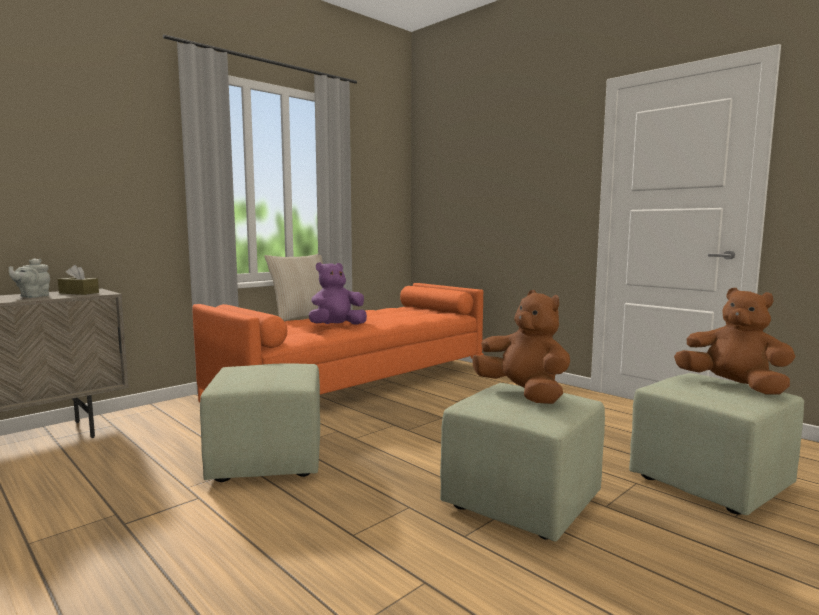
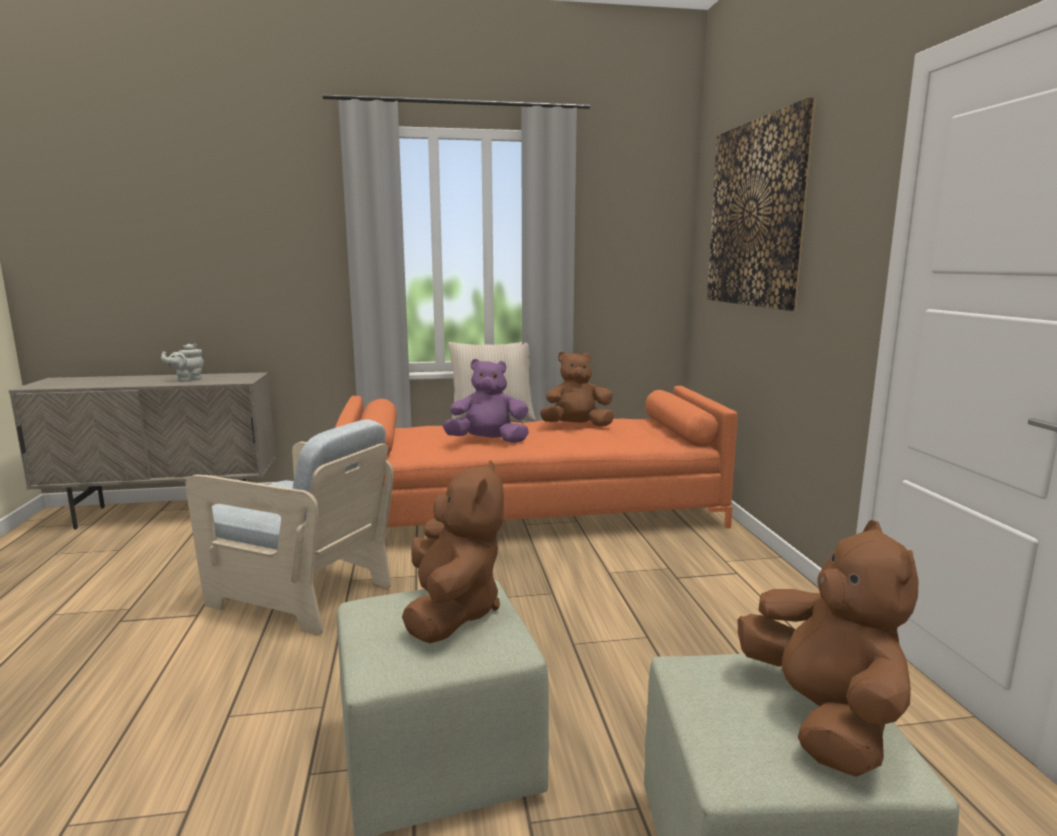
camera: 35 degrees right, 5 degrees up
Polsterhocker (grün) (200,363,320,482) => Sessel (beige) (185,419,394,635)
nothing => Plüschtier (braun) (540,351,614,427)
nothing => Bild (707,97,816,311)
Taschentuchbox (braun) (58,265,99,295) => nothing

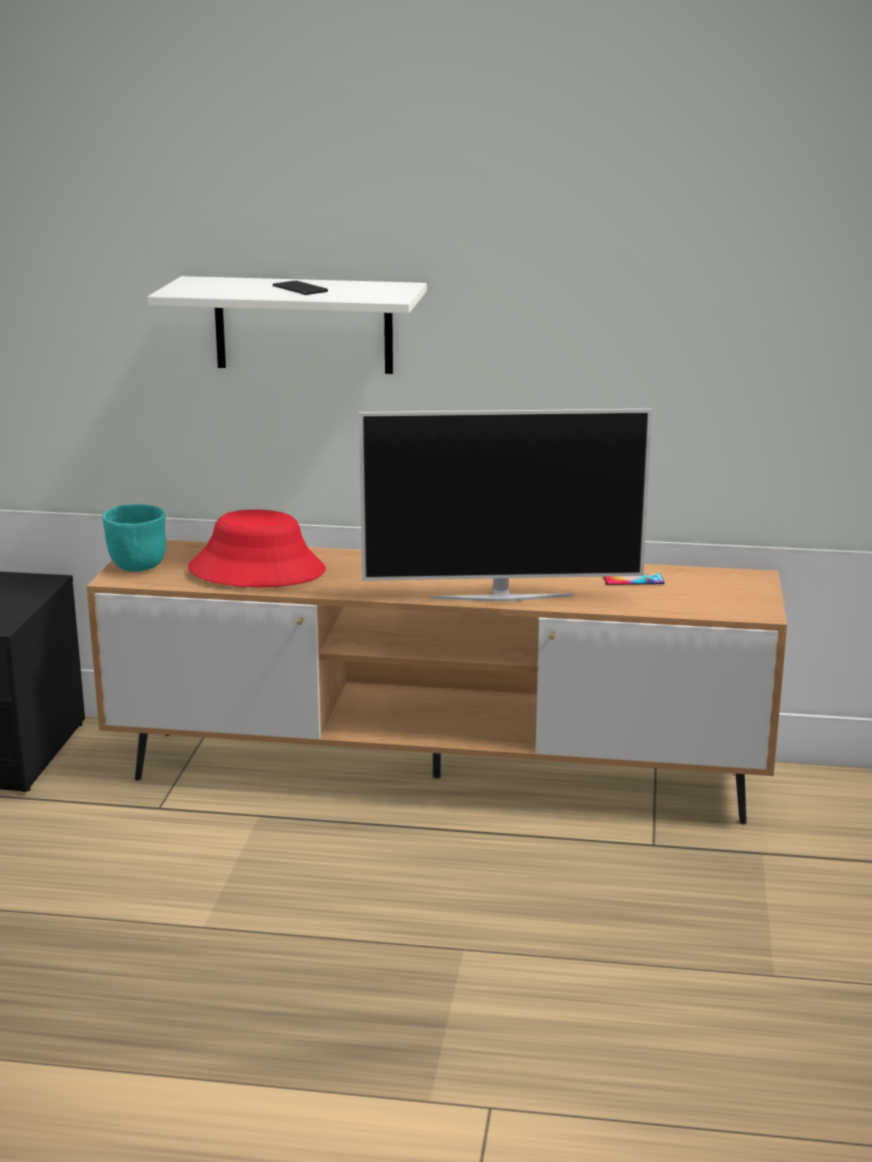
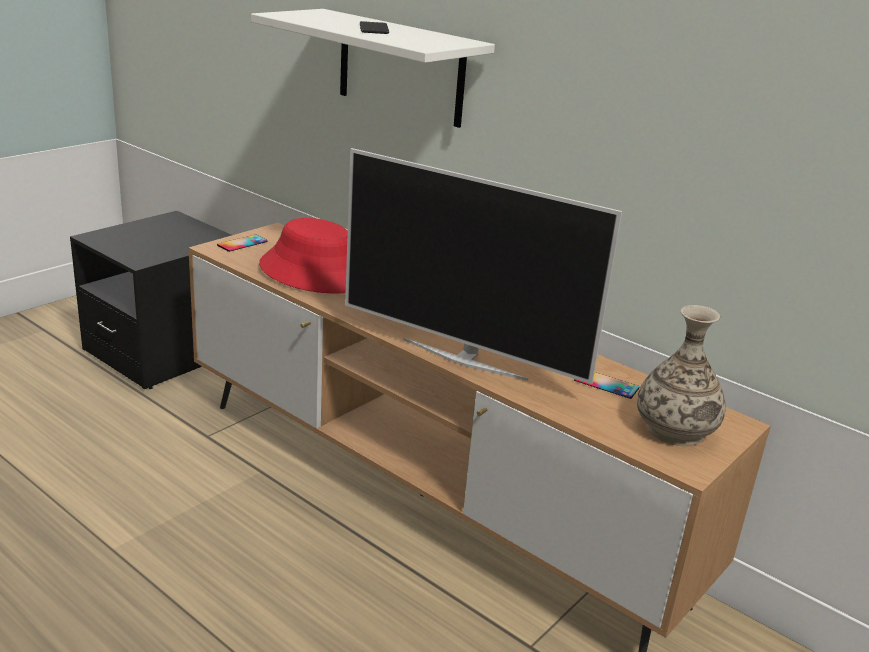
camera: 30 degrees right, 5 degrees up
Schüssel (türkis) (102,504,166,572) => Handy (217,235,267,252)
nothing => Vase (637,305,726,446)

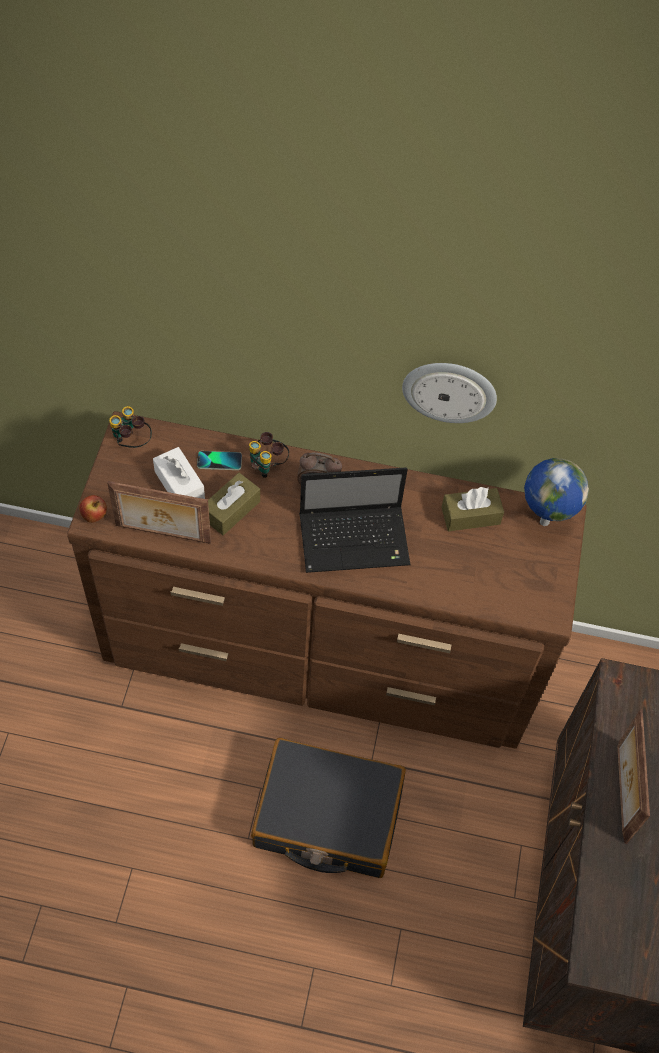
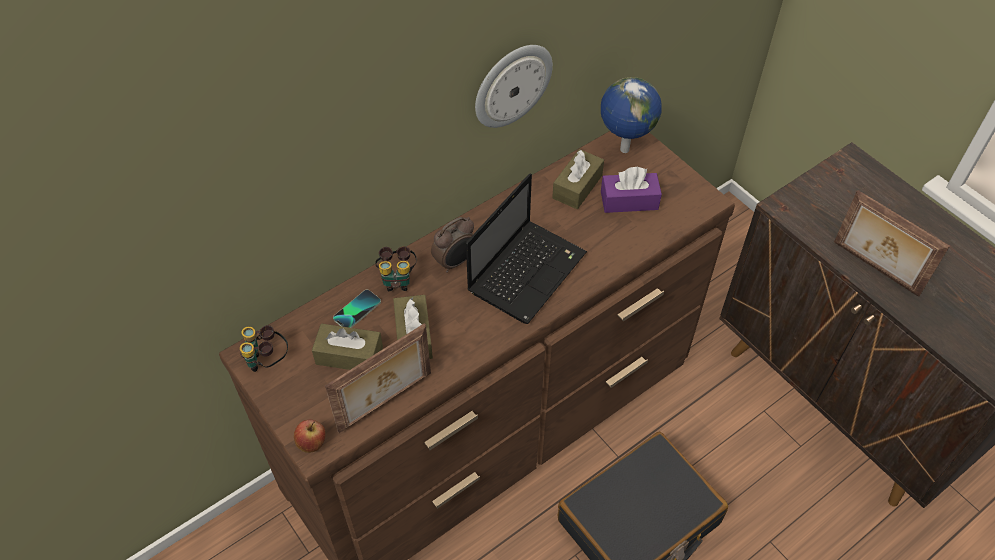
camera: 45 degrees left, 5 degrees down
Taschentuchbox (weiß) (153,447,205,499) => Taschentuchbox (braun) (312,323,383,370)
nothing => Taschentuchbox (lila) (601,167,662,213)

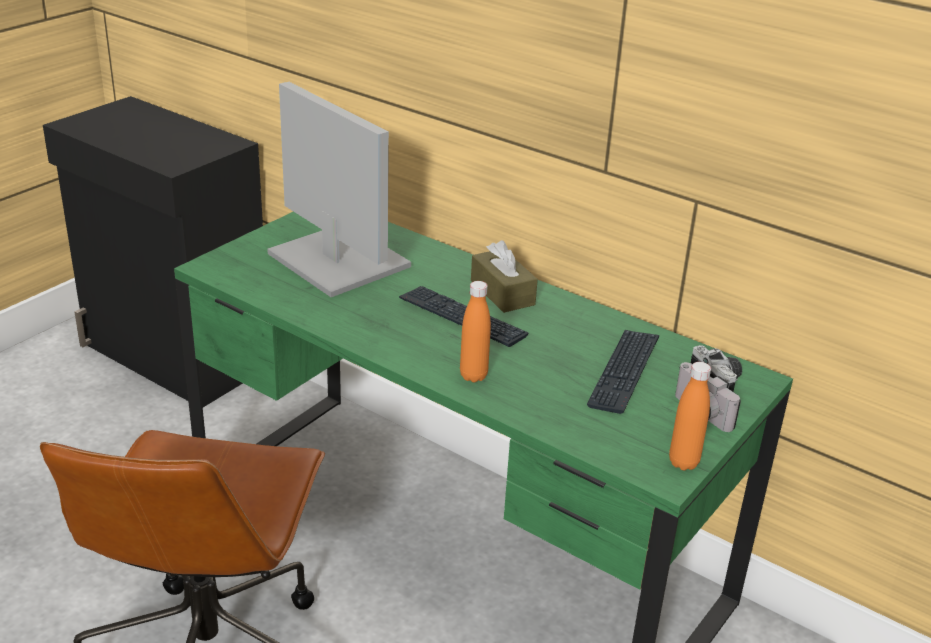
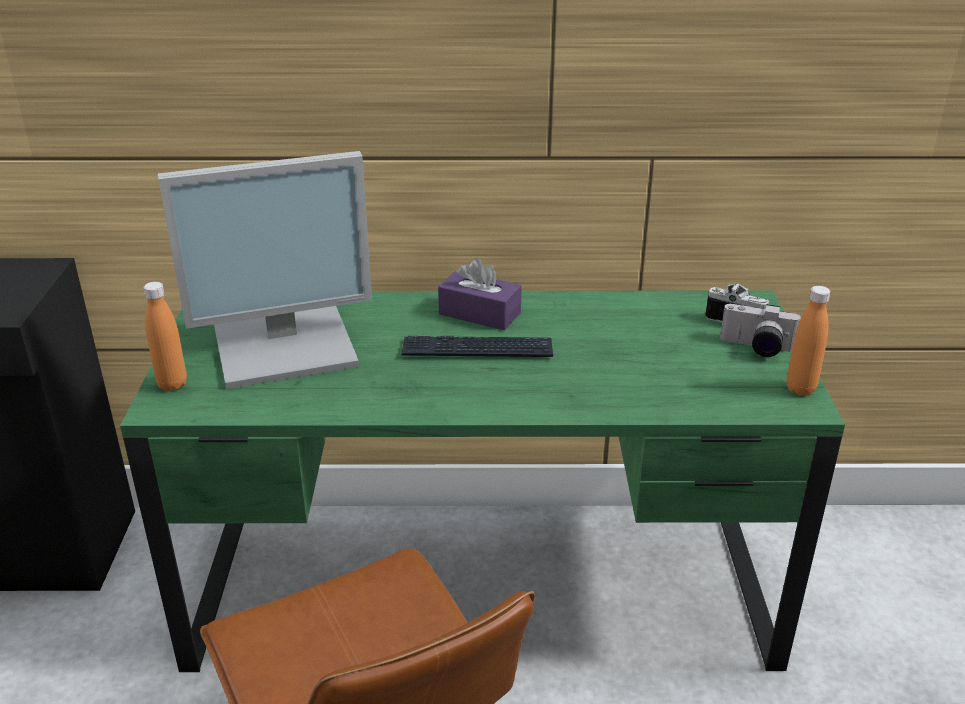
camera: 35 degrees left, 0 degrees up
Flasche (orange) (460,281,491,382) => Flasche (orange) (143,282,187,391), relocated
Monitor (267,82,411,297) => Monitor (158,151,372,389), 150 degrees clockwise
Taschentuchbox (braun) (471,240,538,313) => Taschentuchbox (lila) (438,258,522,330)
Tastatur (587,330,659,414) => nothing

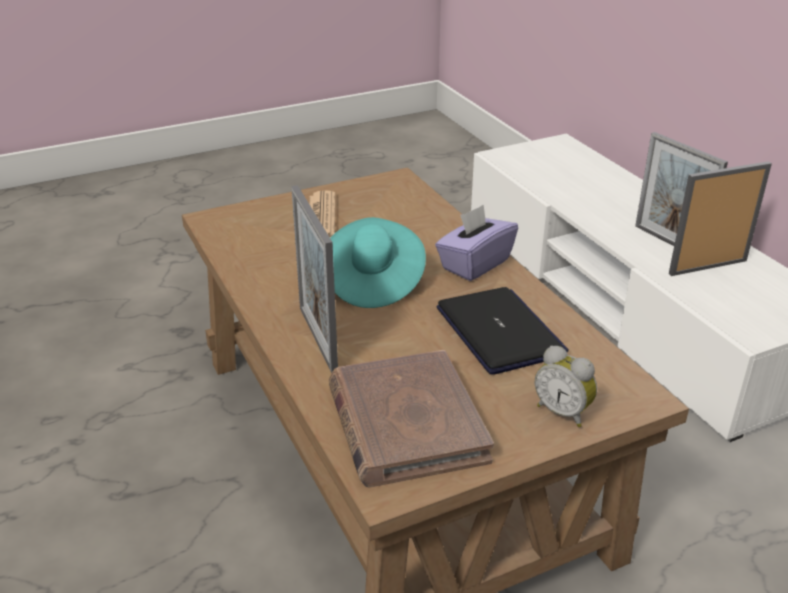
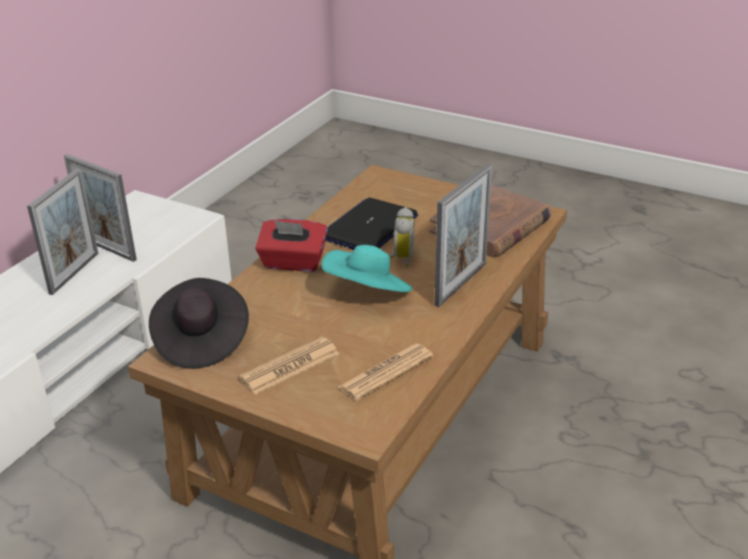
camera: 125 degrees left, 0 degrees up
nothing => Hut (schwarz) (149,278,249,369)
Taschentuchbox (lila) (435,204,518,281) => Taschentuchbox (rot) (255,219,328,272)
nothing => Zeitung (338,344,433,401)
Wecker (535,346,597,427) => Wecker (390,207,415,267), relocated

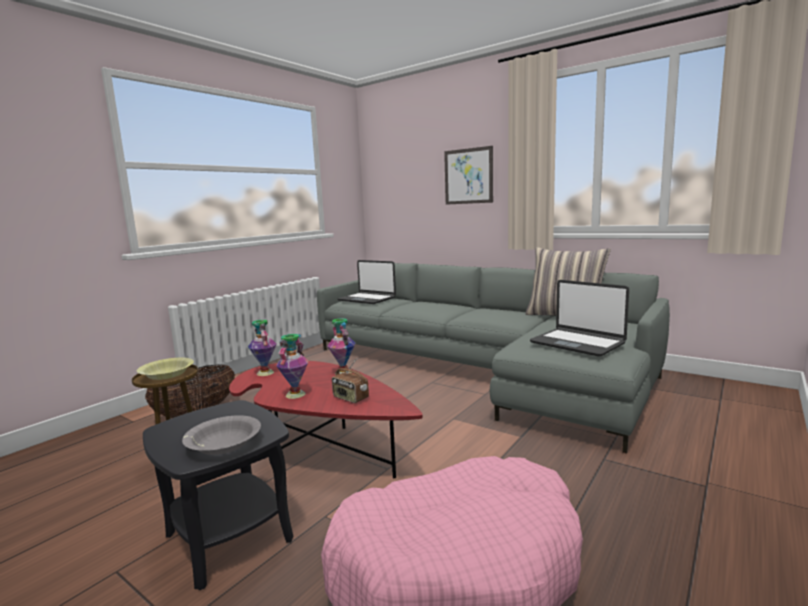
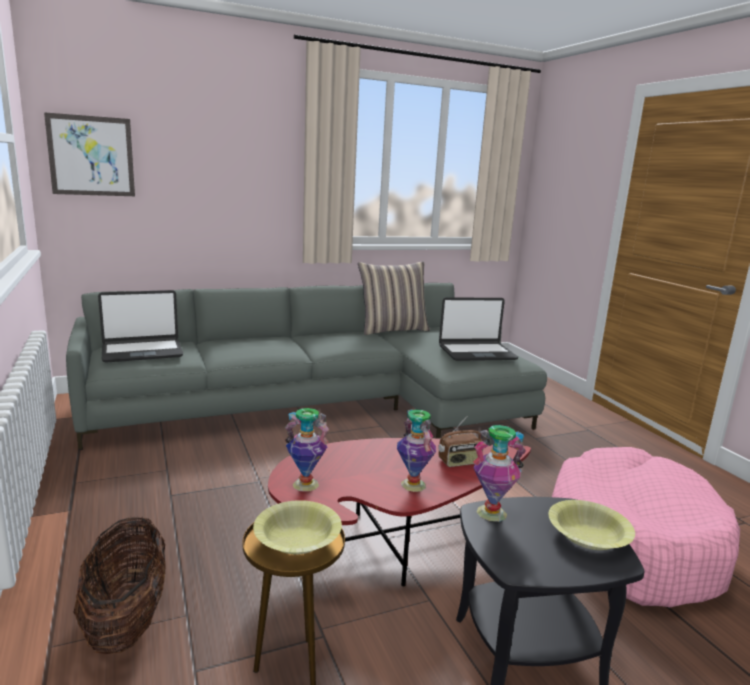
camera: 60 degrees left, 5 degrees up
Bild (444,146,493,205) => Bild (44,112,135,196), relocated
Vase (327,318,356,375) => Vase (473,425,526,522), relocated
Schüssel (grau) (182,415,261,455) => Schüssel (gelb) (548,500,635,550)

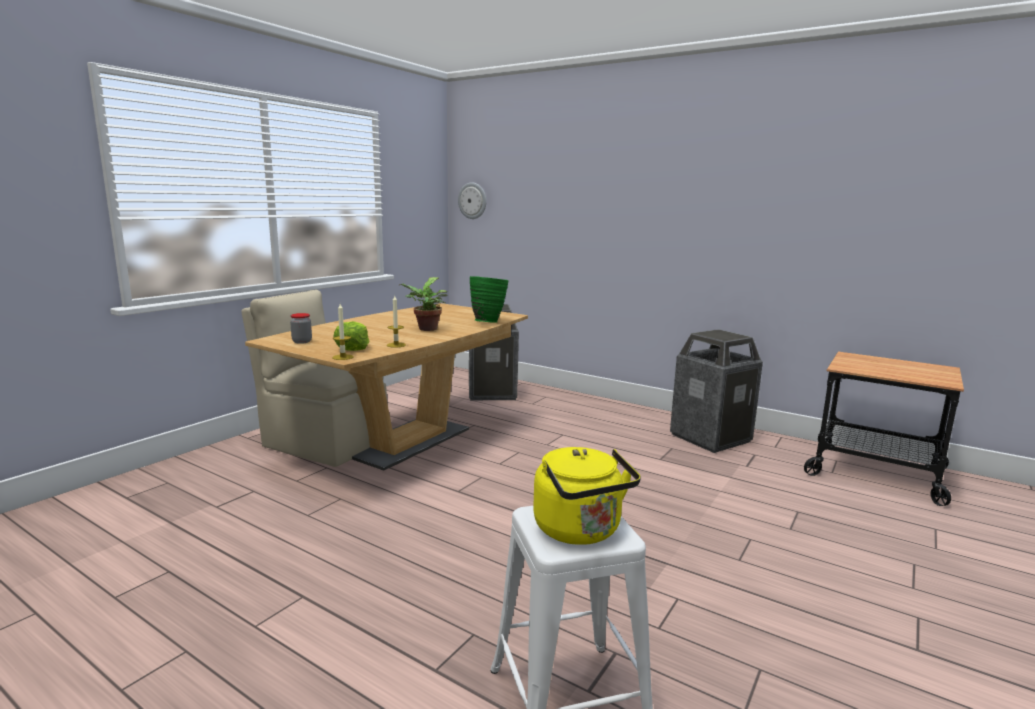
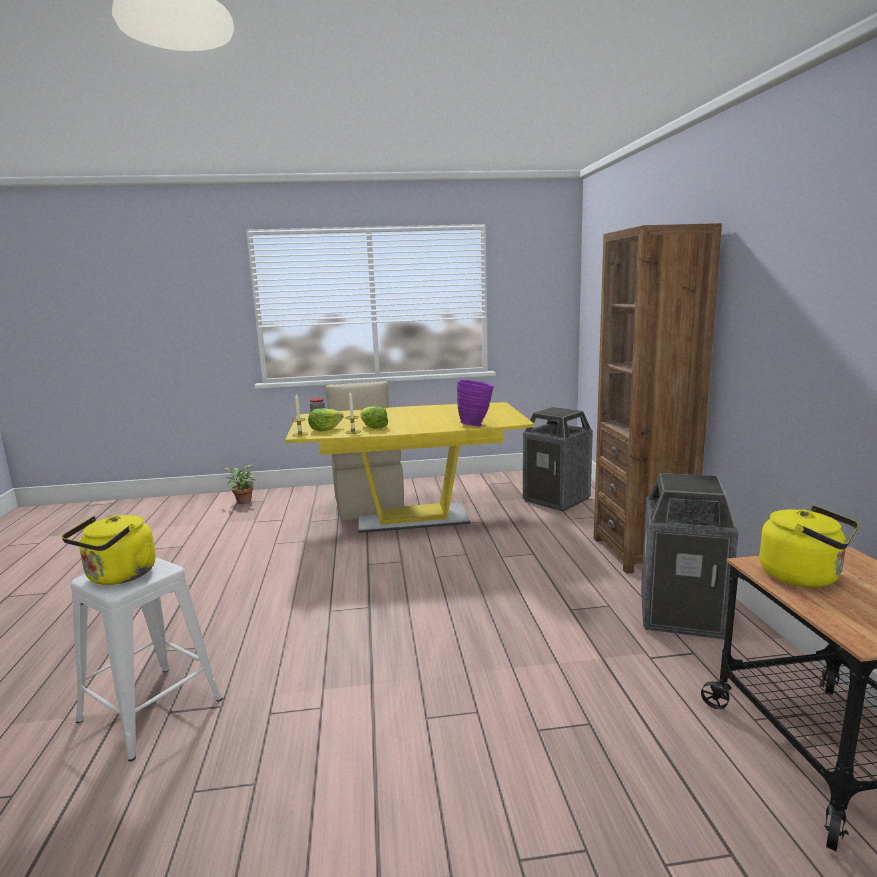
camera: 50 degrees right, 0 degrees up
Topfpflanze (399,277,447,331) => Topfpflanze (225,465,255,504), relocated
Esstisch (braun) (245,303,528,471) => Esstisch (gelb) (285,402,534,533)
nothing => Salatkopf (360,406,388,429)
Vase (grün) (470,276,508,322) => Vase (lila) (457,380,494,426)
nothing => Bücherregal (braun) (594,223,722,574)
nothing => Wasserkessel (gelb) (759,505,859,587)
Wanduhr (458,182,486,219) => nothing

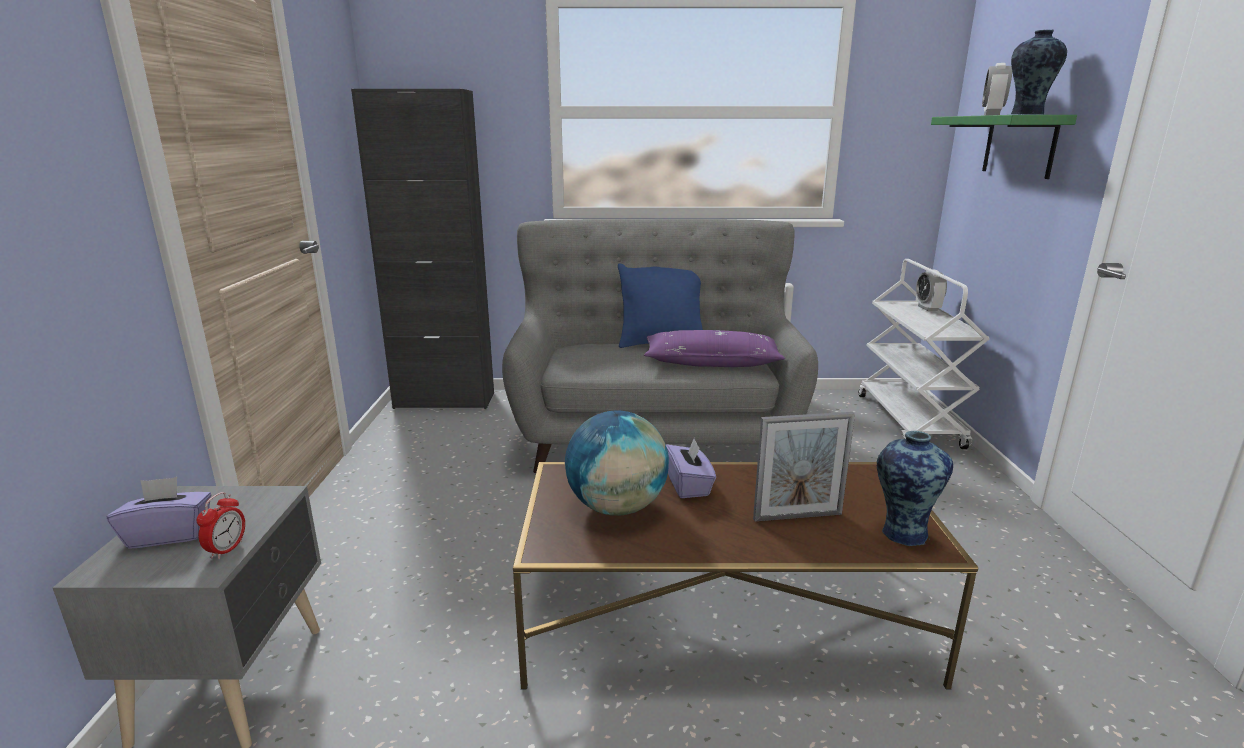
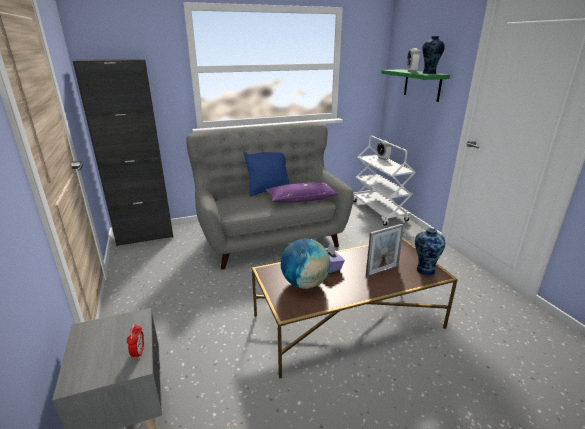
camera: 20 degrees left, 5 degrees up
Taschentuchbox (lila) (107,477,211,549) => nothing

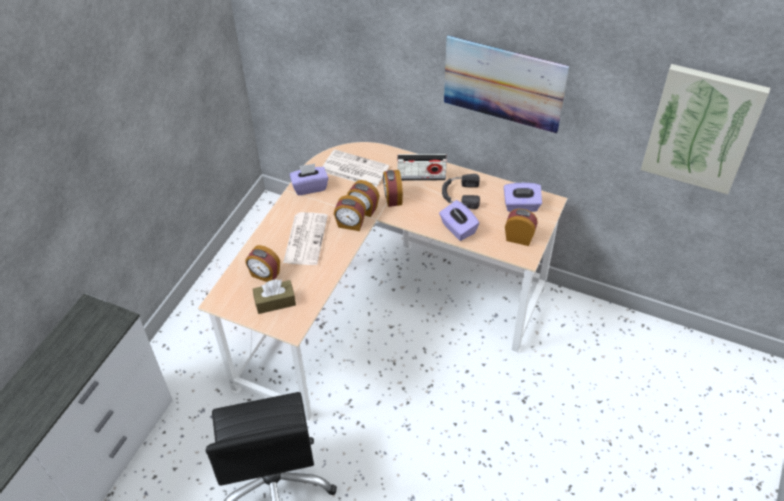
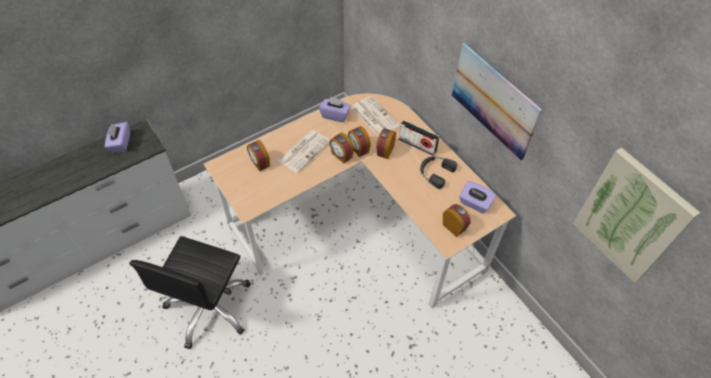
camera: 30 degrees right, 5 degrees up
Taschentuchbox (lila) (439,200,479,241) => Taschentuchbox (lila) (105,122,130,152), relocated
Taschentuchbox (braun) (253,279,296,314) => nothing

